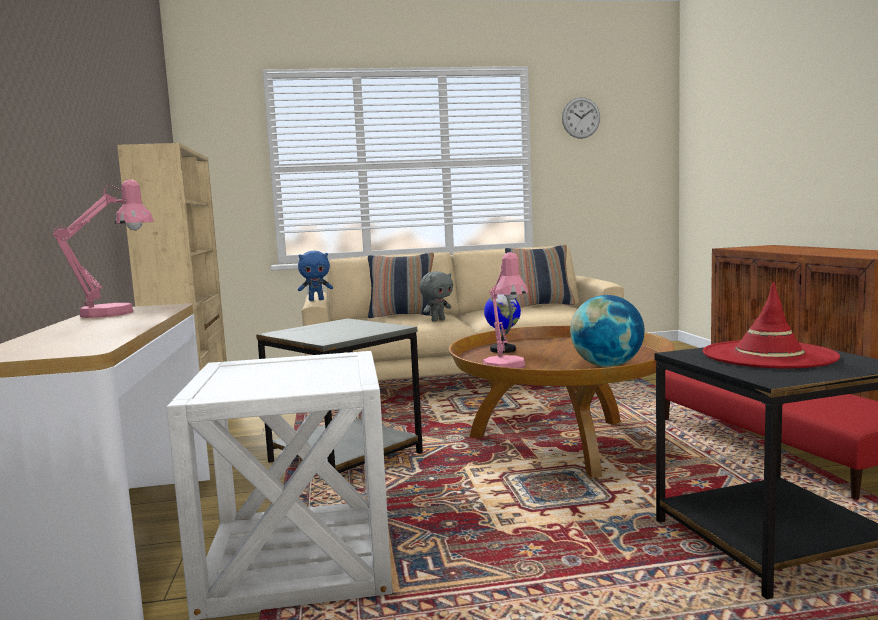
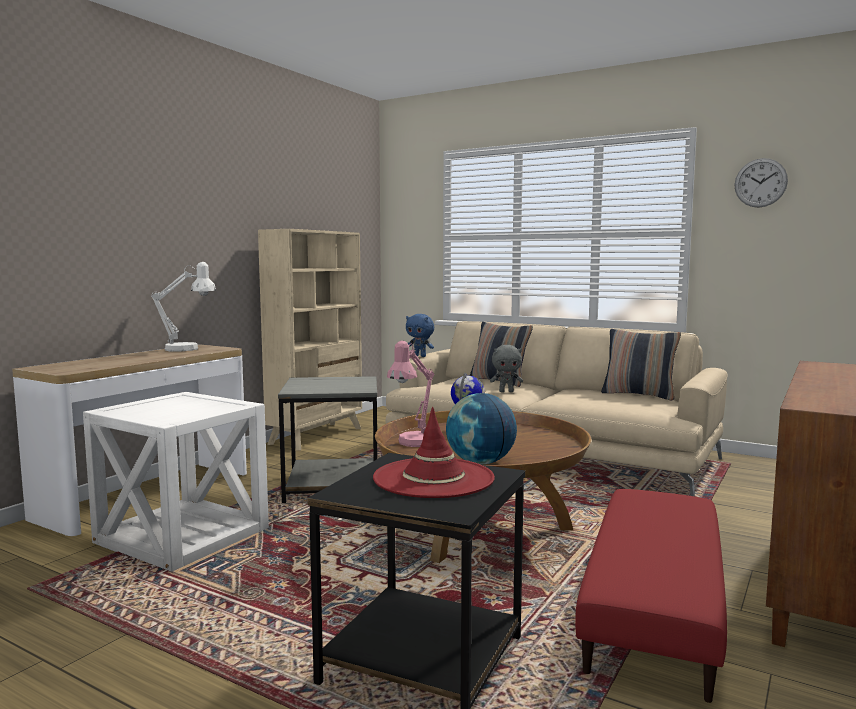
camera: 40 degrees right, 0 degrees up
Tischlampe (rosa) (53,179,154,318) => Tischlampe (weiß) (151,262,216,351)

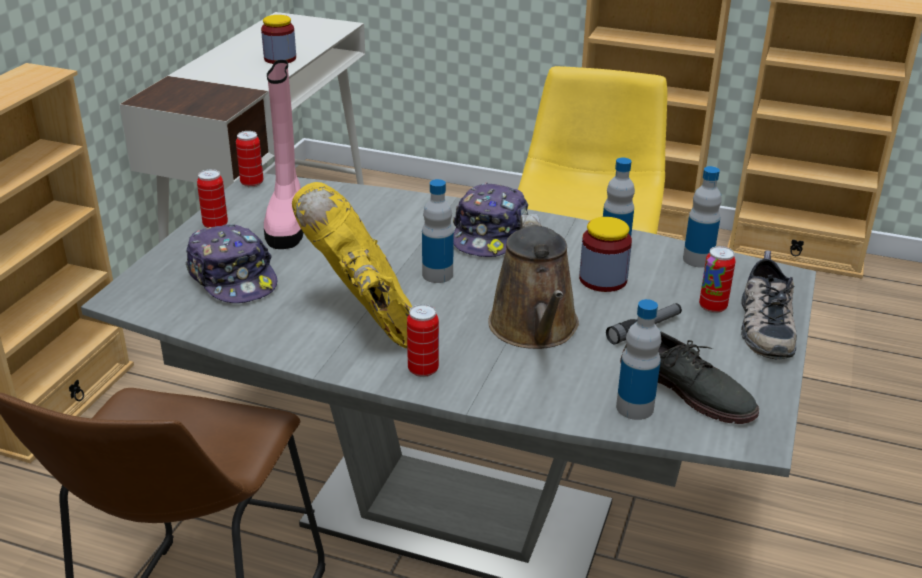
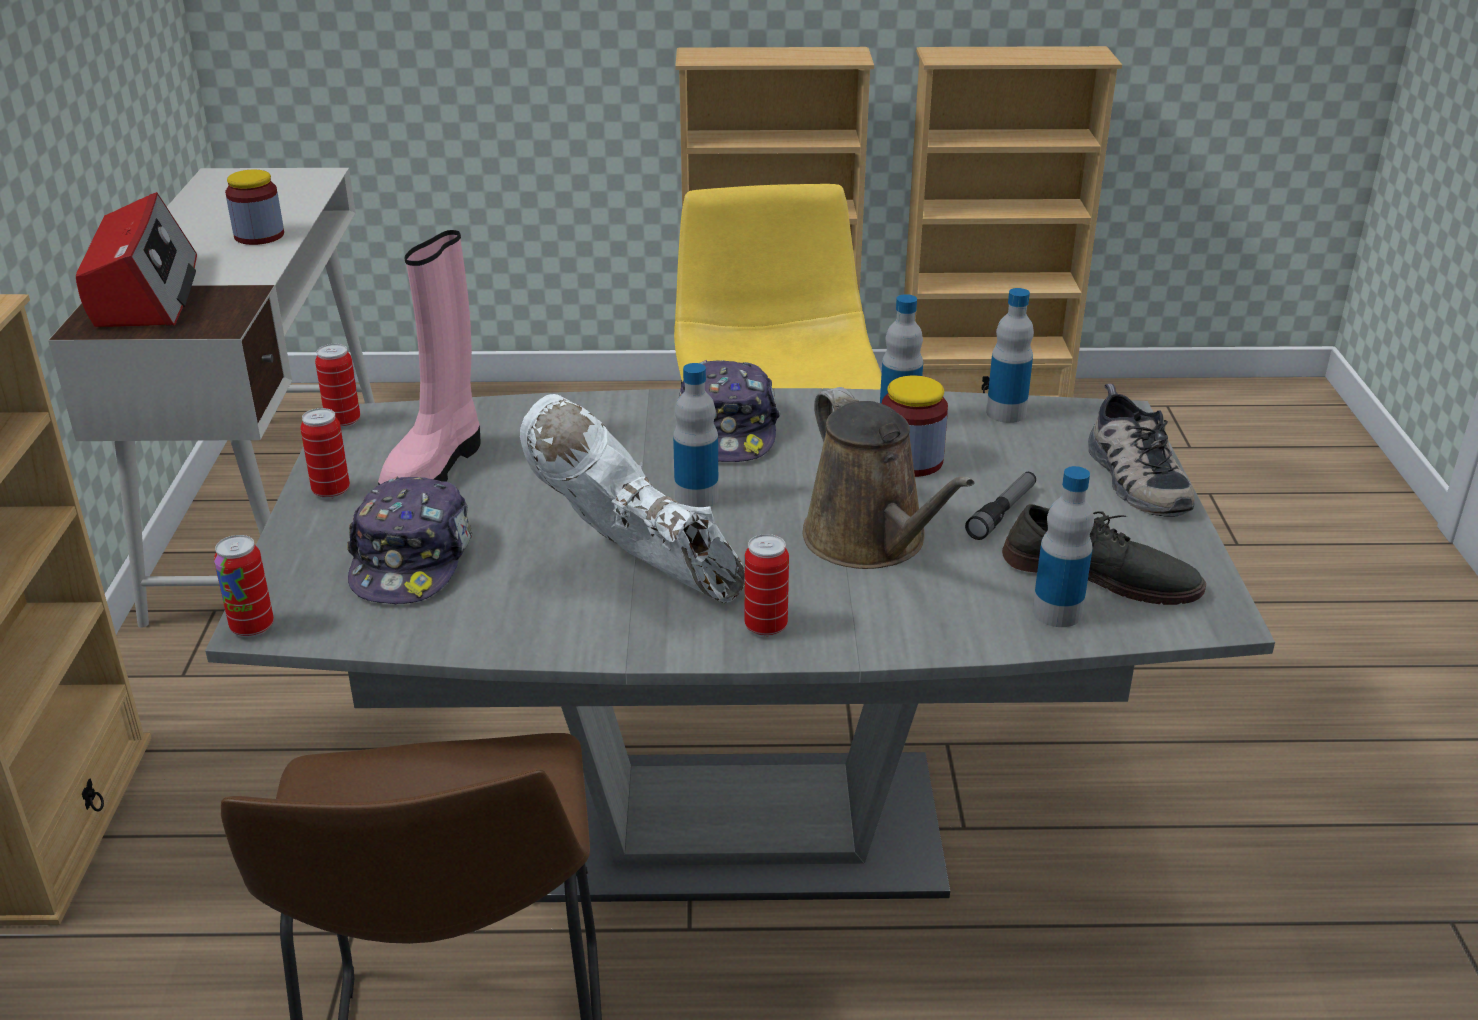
camera: 20 degrees left, 0 degrees up
nothing => Radio (76,192,197,327)
Dose (699,246,736,313) => Dose (214,535,274,637), relocated
Kappe (186,224,277,303) => Kappe (347,476,473,604), 60 degrees clockwise
Stiefel (rosa) (264,60,304,249) => Stiefel (rosa) (378,230,481,485), 45 degrees clockwise
Stiefel (gelb) (292,182,413,348) => Stiefel (weiß) (520,394,745,603)

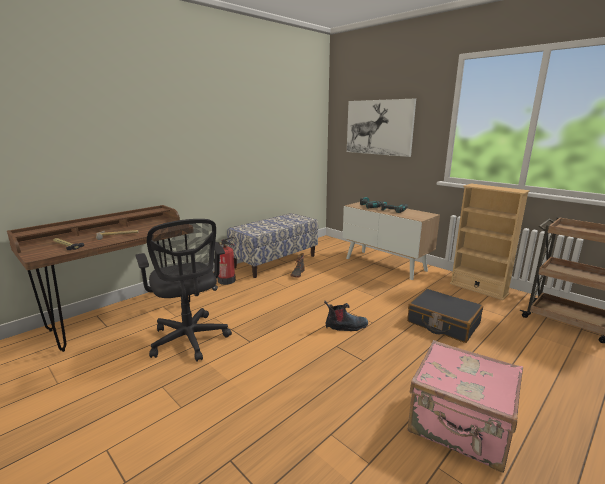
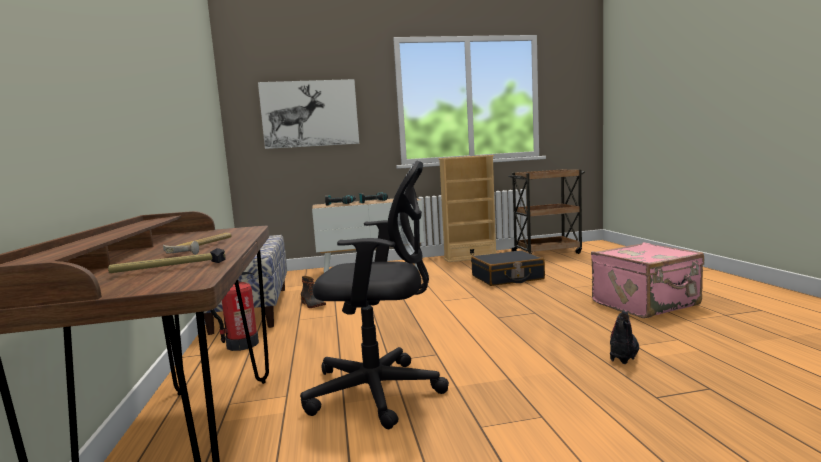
camera: 55 degrees left, 10 degrees down
Stiefel (324,301,368,331) => Stiefel (610,311,639,364), relocated

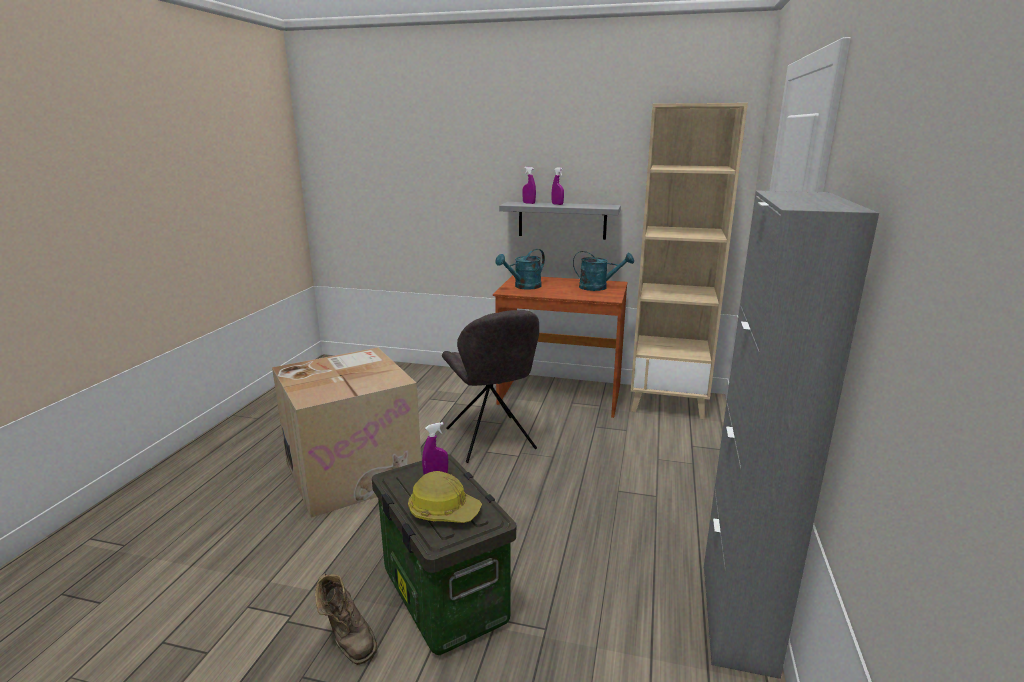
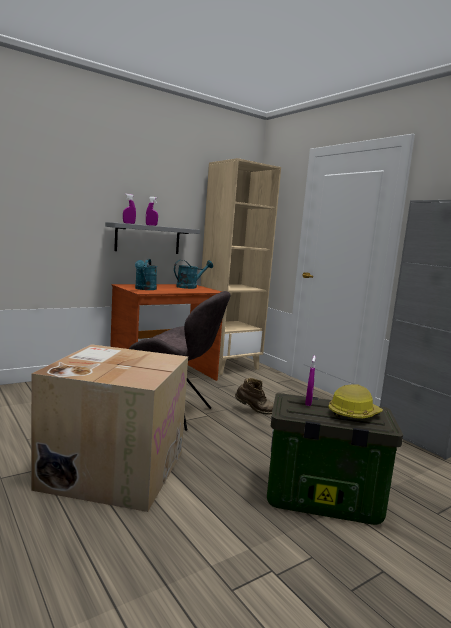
camera: 50 degrees left, 10 degrees down
Stiefel (braun) (315,573,378,665) => Stiefel (braun) (235,378,274,415), relocated

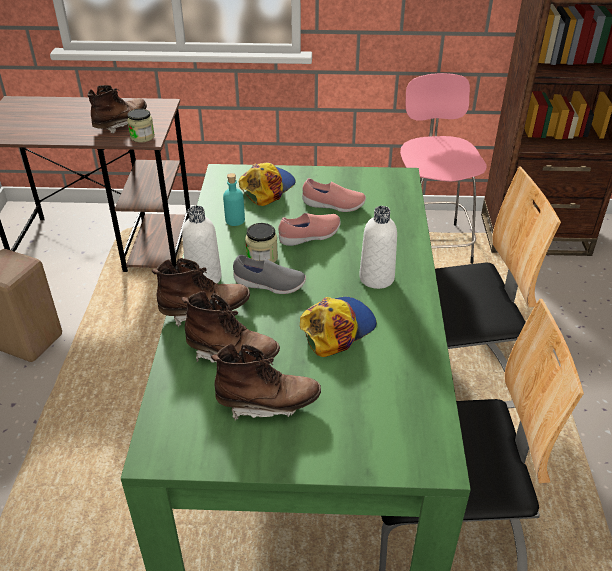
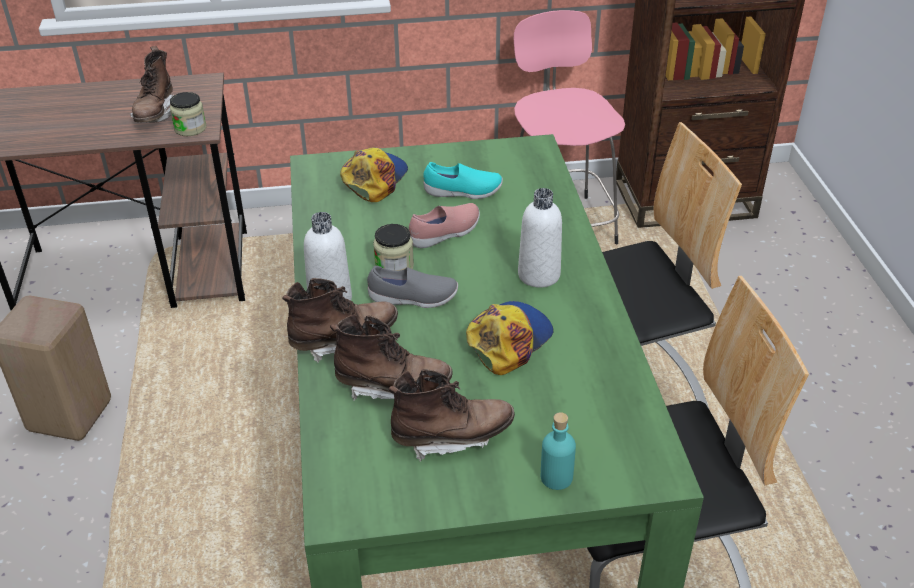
camera: 10 degrees left, 0 degrees up
Stiefel (braun) (87,85,147,134) => Stiefel (braun) (130,46,174,122), 150 degrees clockwise
Schuh (rosa) (302,178,366,212) => Schuh (türkis) (423,162,503,199)
Flasche (türkis) (223,173,245,226) => Flasche (türkis) (541,412,576,490), relocated

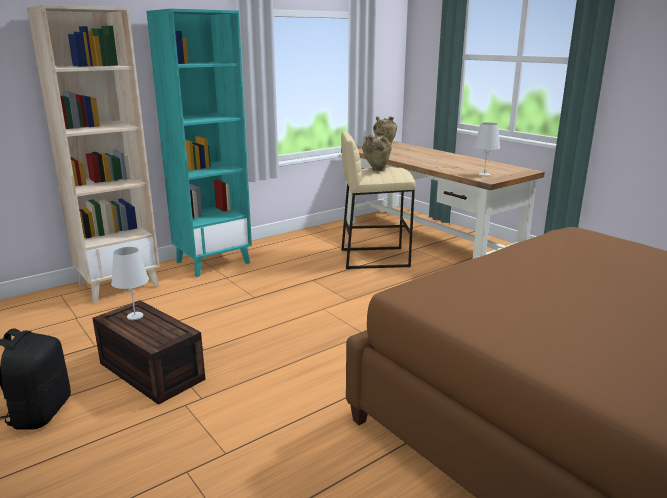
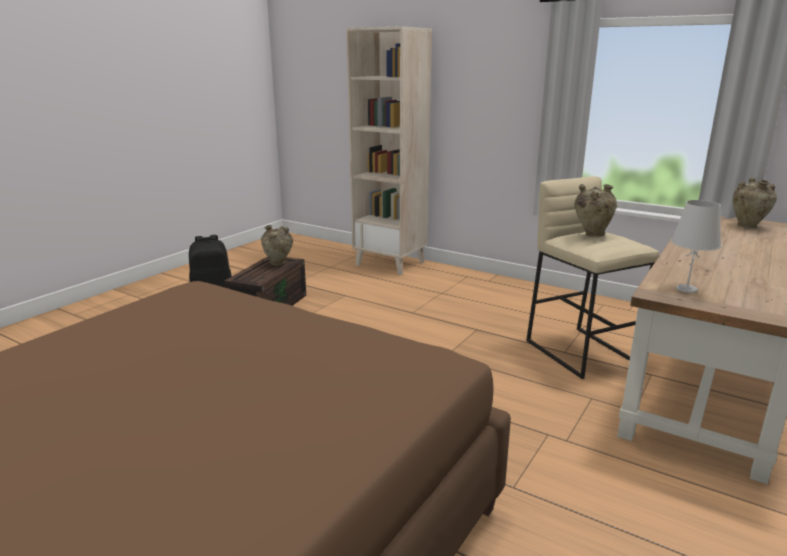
camera: 70 degrees right, 0 degrees up
Tischlampe (weiß) (111,247,149,320) => Vase (beige) (261,225,293,266)
Bücherregal (türkis) (147,9,252,277) => nothing

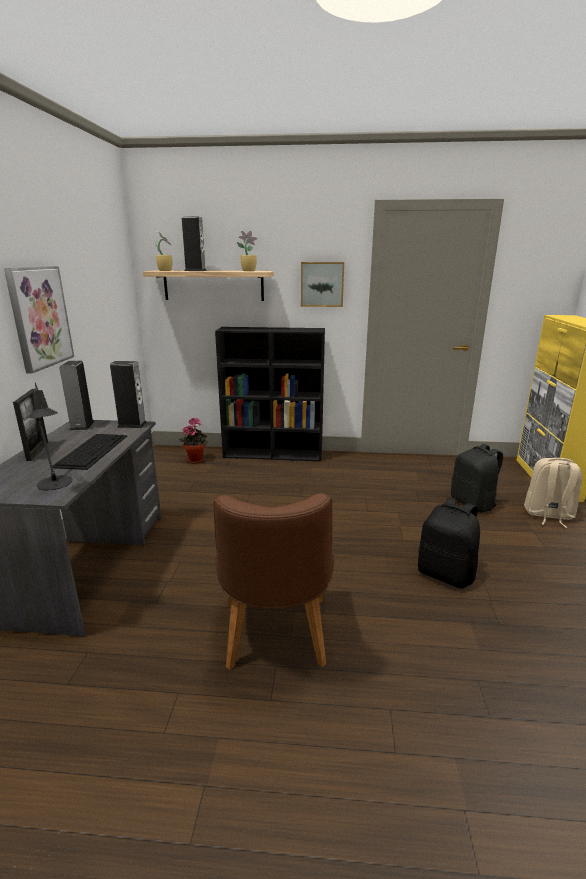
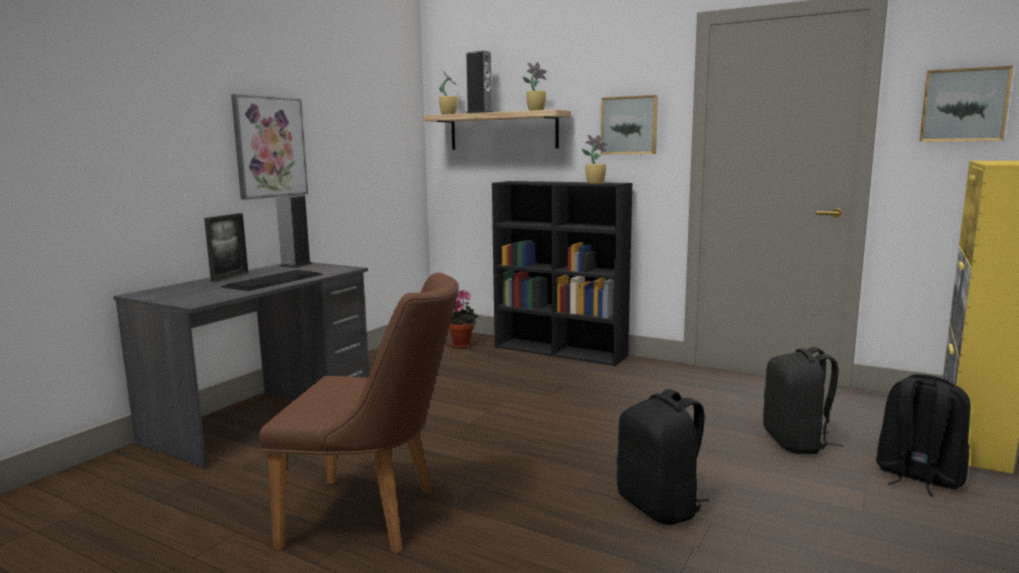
camera: 25 degrees right, 10 degrees down
Stuhl (braun) (214,493,334,670) => Stuhl (braun) (259,273,459,554), 105 degrees counterclockwise
nothing => Topfpflanze (582,135,608,184)
Rucksack (beige) (524,458,582,528) => Rucksack (schwarz) (876,374,970,497)
nothing => Bild (919,66,1013,142)
Tischlampe (schwarz) (27,382,73,491) => nothing
Lautsprecher (110,361,147,428) => nothing

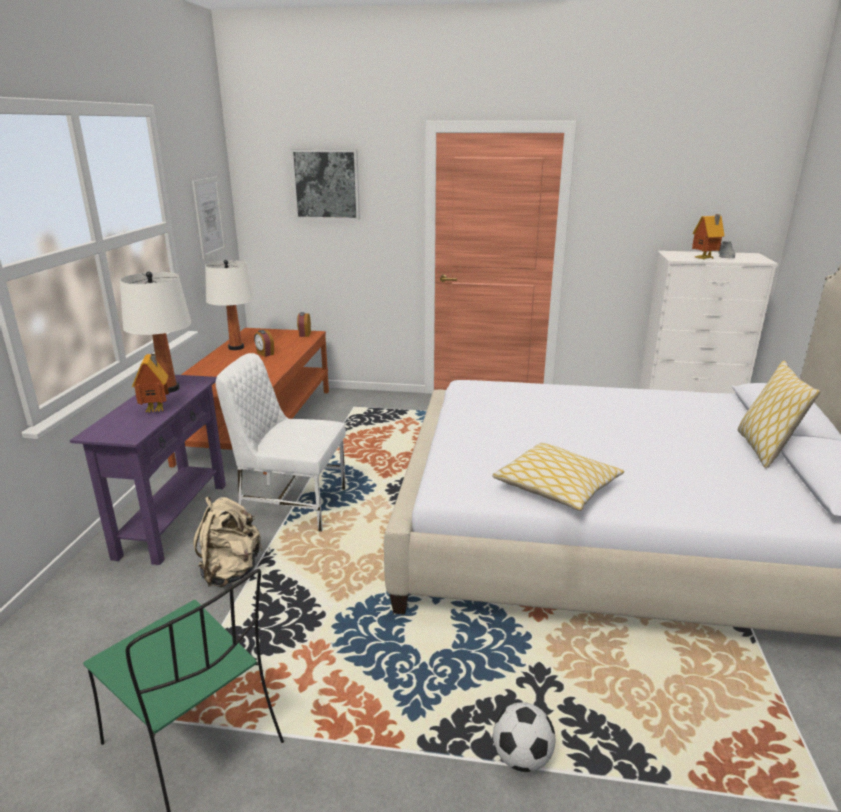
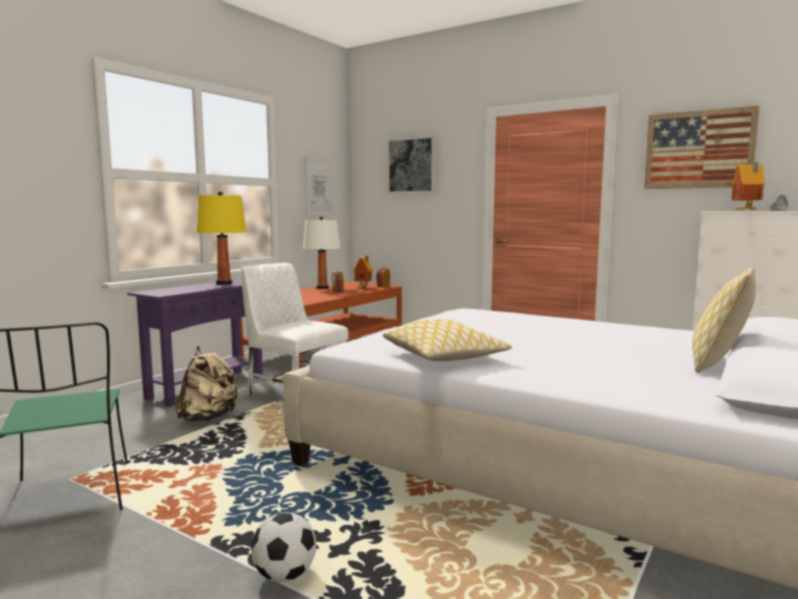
camera: 25 degrees right, 15 degrees down
Tischlampe (weiß) (120,272,191,393) => Tischlampe (gelb) (197,191,247,285)
Spielzeughaus (132,354,169,413) => Spielzeughaus (353,256,373,288), relocated
nothing => Bild (644,105,759,189)

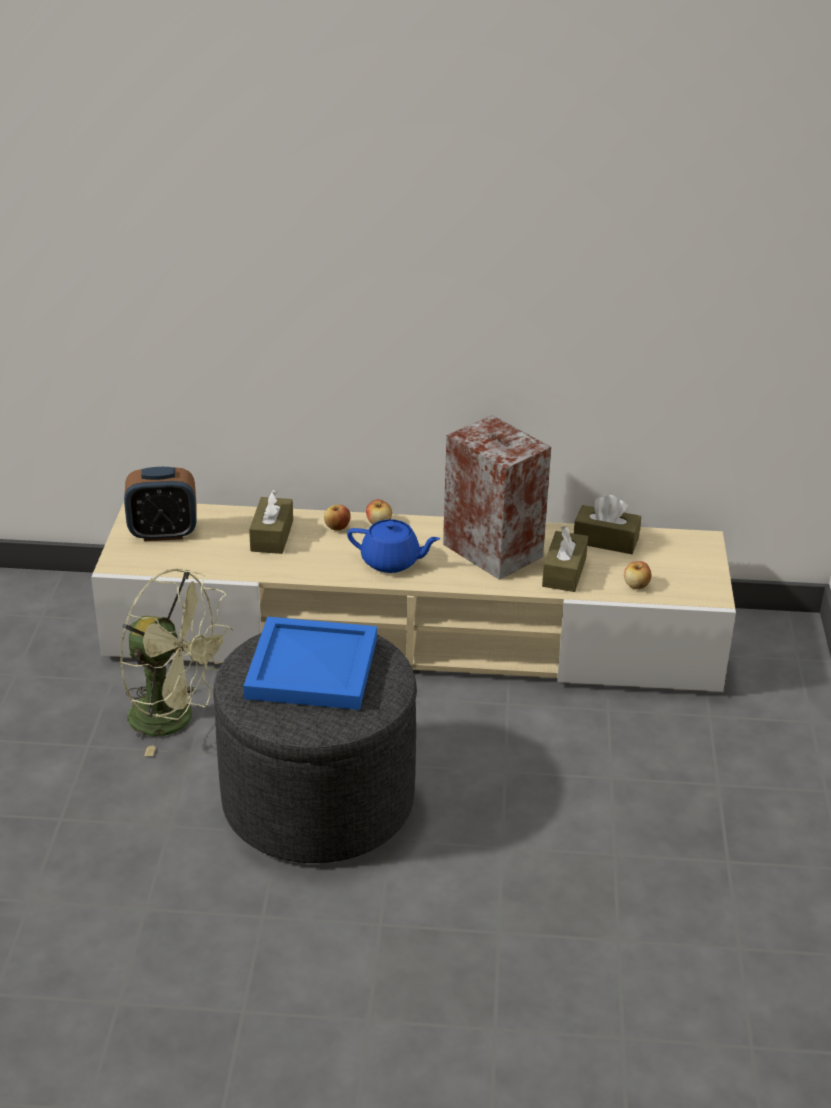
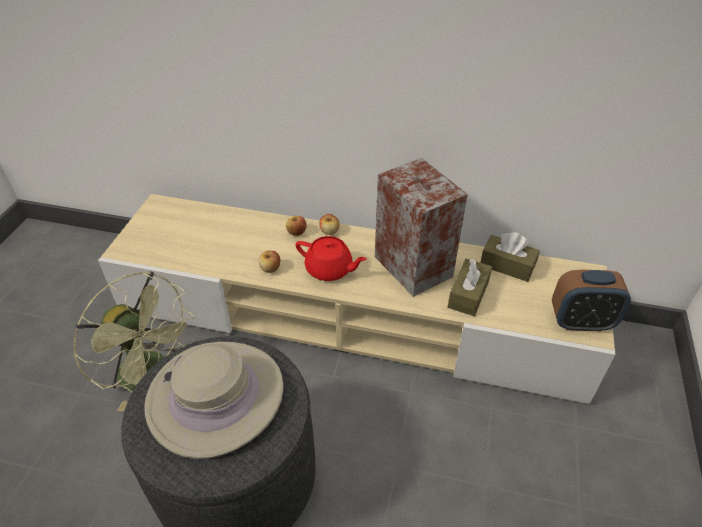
camera: 10 degrees right, 10 degrees up
Tablett (blau) (243,617,377,710) => Hut (beige) (144,342,284,459)
Apfel (624,561,652,589) => Apfel (259,251,280,273), relocated
Teekanne (blau) (347,519,440,573) => Teekanne (rot) (296,236,367,281)
Wecker (124,467,197,541) => Wecker (552,270,631,332), relocated
Taschentuchbox (braun) (249,490,293,554) => nothing

